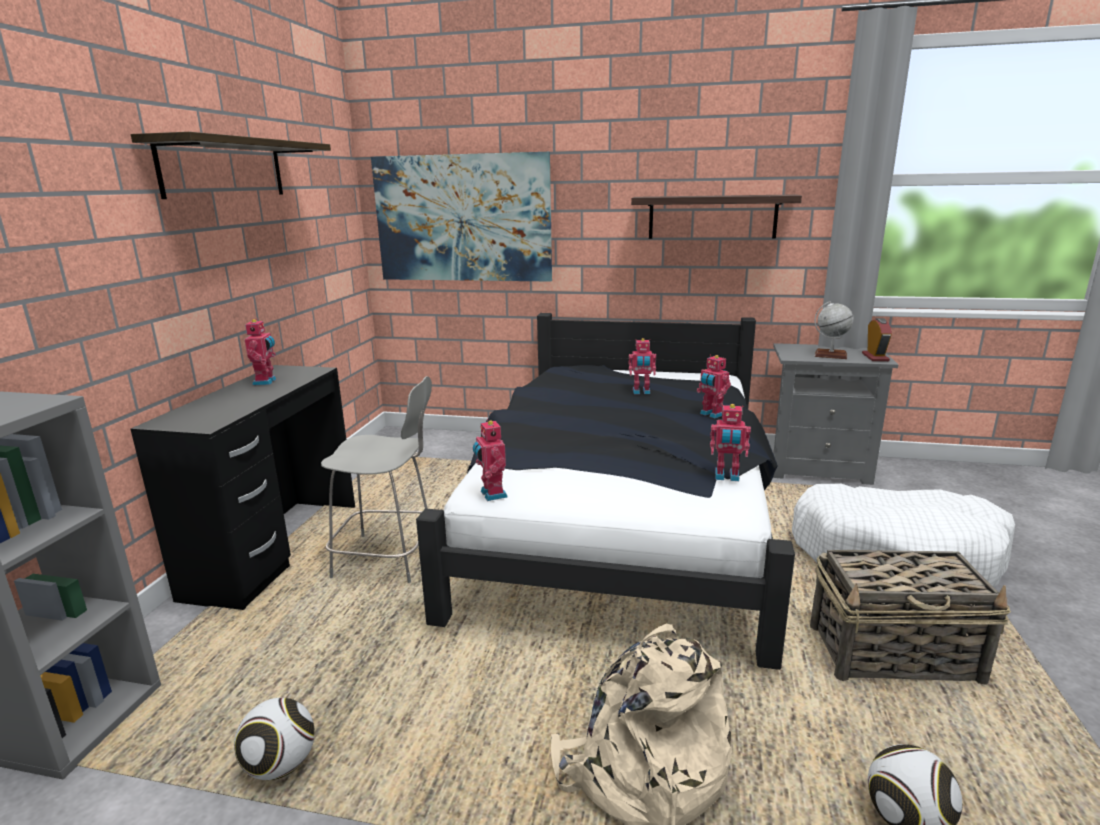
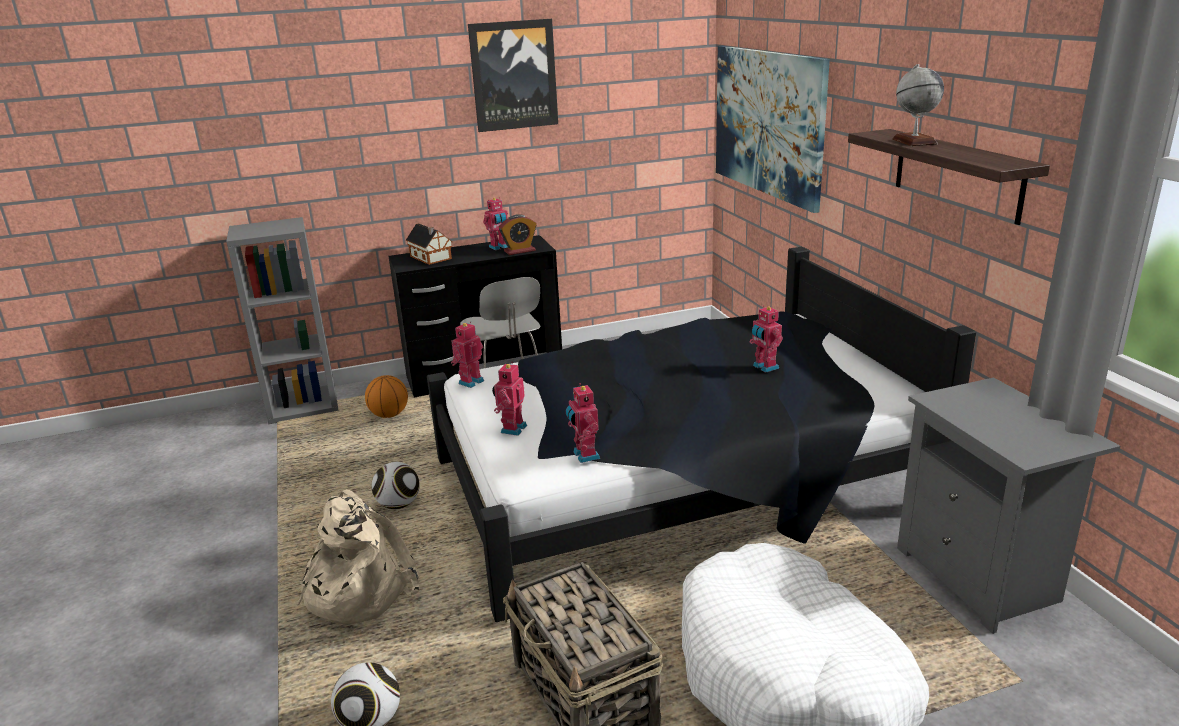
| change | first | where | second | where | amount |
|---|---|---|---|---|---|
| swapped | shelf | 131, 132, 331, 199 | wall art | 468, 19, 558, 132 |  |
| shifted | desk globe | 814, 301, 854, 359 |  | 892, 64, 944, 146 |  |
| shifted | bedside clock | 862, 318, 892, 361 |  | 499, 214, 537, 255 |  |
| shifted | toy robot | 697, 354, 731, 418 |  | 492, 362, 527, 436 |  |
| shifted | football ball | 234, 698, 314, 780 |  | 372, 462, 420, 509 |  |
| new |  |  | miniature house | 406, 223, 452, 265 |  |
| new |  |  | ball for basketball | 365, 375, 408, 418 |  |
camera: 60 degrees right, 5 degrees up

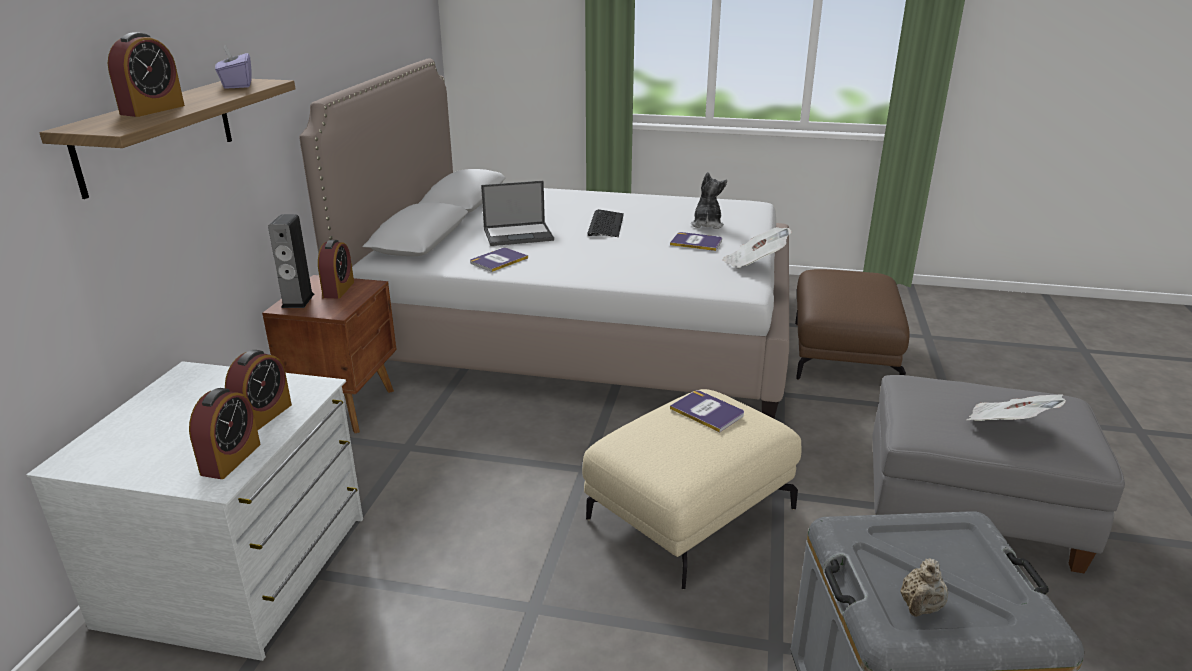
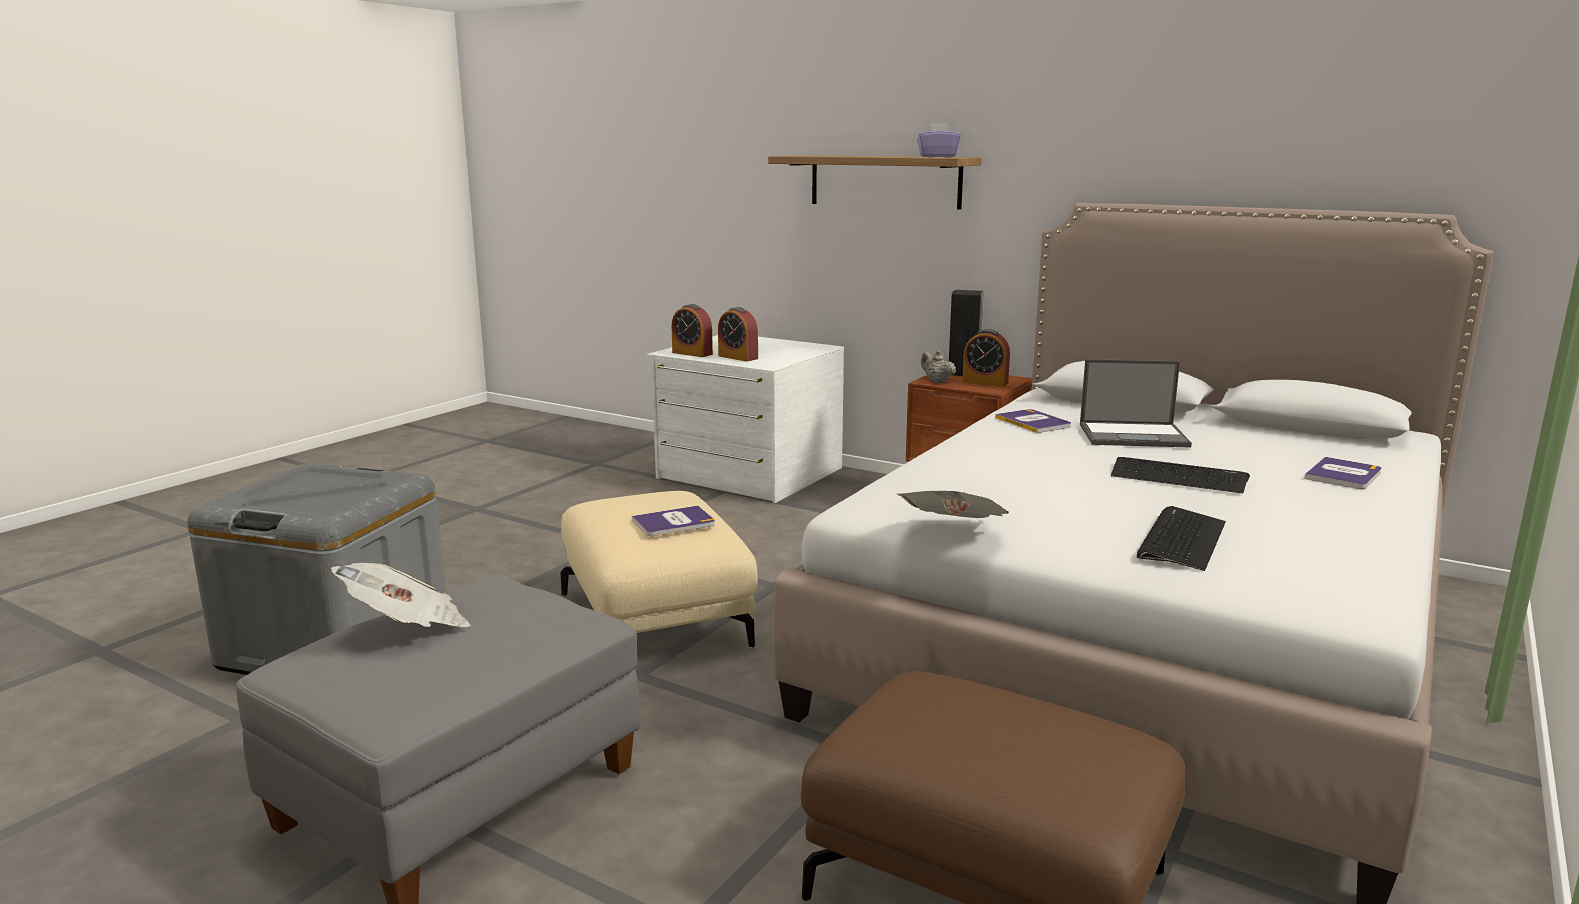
| change | first | where | second | where | amount |
|---|---|---|---|---|---|
| gone | bedside clock | 108, 33, 185, 117 |  |  |  |
| swapped | soft toy | 691, 172, 727, 229 | PC keyboard | 1137, 506, 1226, 571 |  |
| rotated | laptop | 481, 181, 554, 246 |  | 1080, 359, 1192, 448 | 90 degrees counterclockwise |
| shifted | bound book | 670, 232, 722, 251 |  | 1304, 457, 1381, 489 |  |
| shifted | sand-coloured tea pot | 900, 558, 948, 617 |  | 921, 350, 956, 383 |  |
camera: 110 degrees right, 10 degrees down

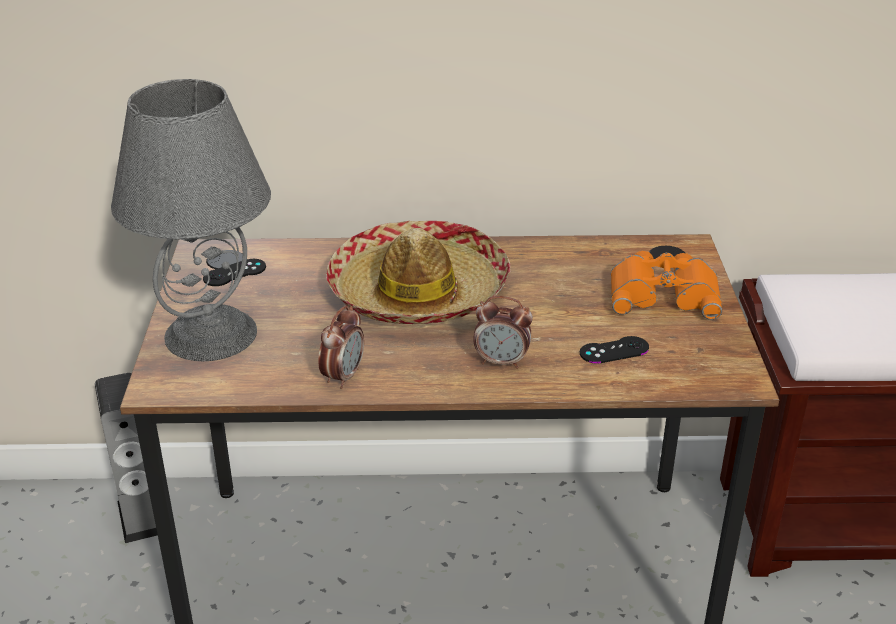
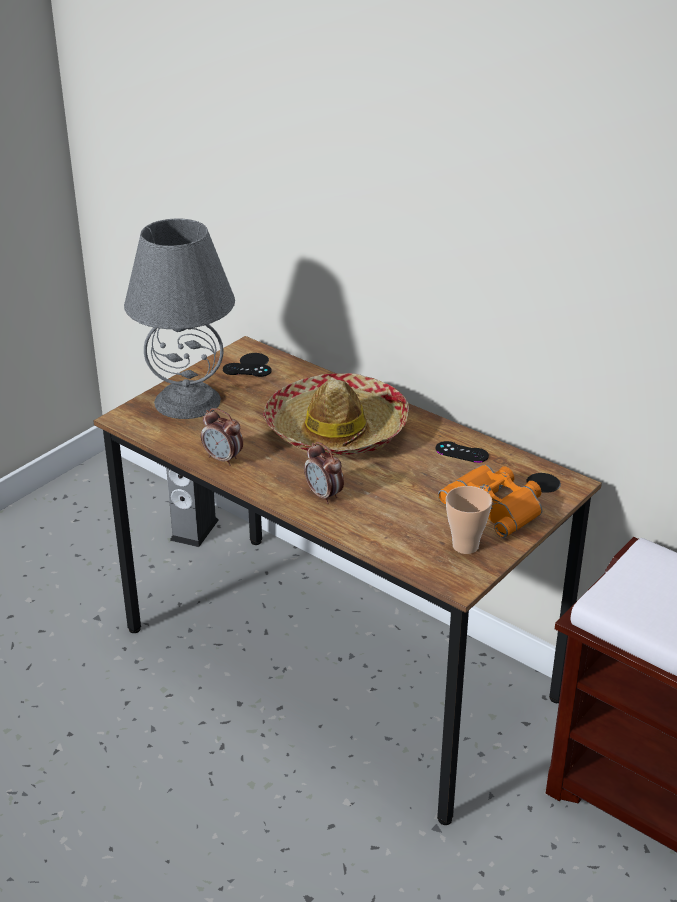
| change | first | where | second | where | amount |
|---|---|---|---|---|---|
| rotated | bedside clock | 318, 305, 364, 389 |  | 201, 408, 243, 466 | 60 degrees clockwise |
| shifted | blackish gamepad | 580, 336, 649, 364 |  | 436, 441, 489, 463 |  |
| new |  |  | cup | 446, 486, 492, 554 |  |
camera: 40 degrees right, 0 degrees up

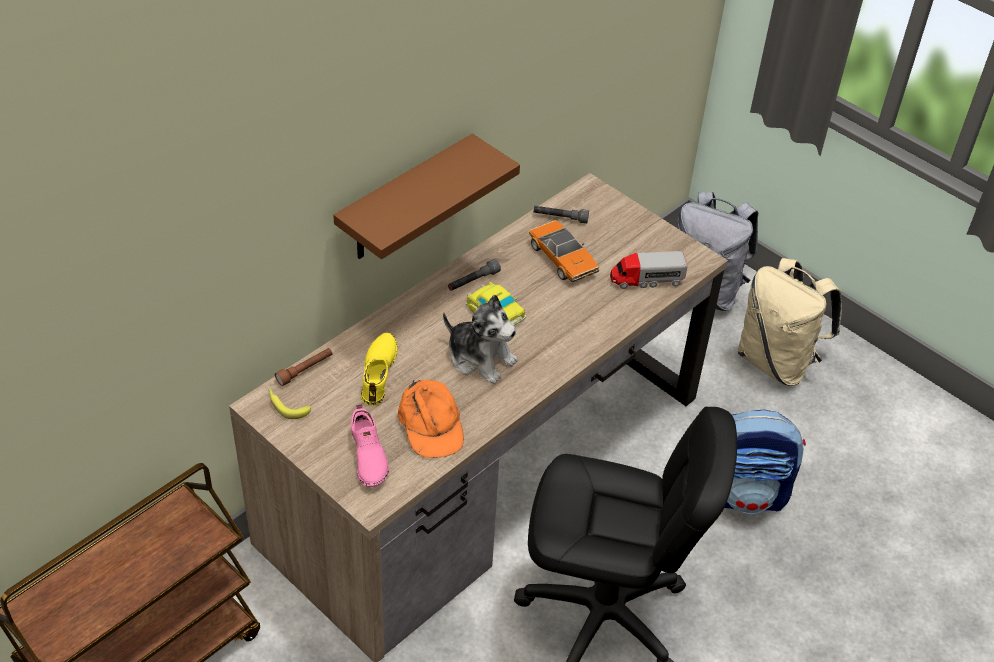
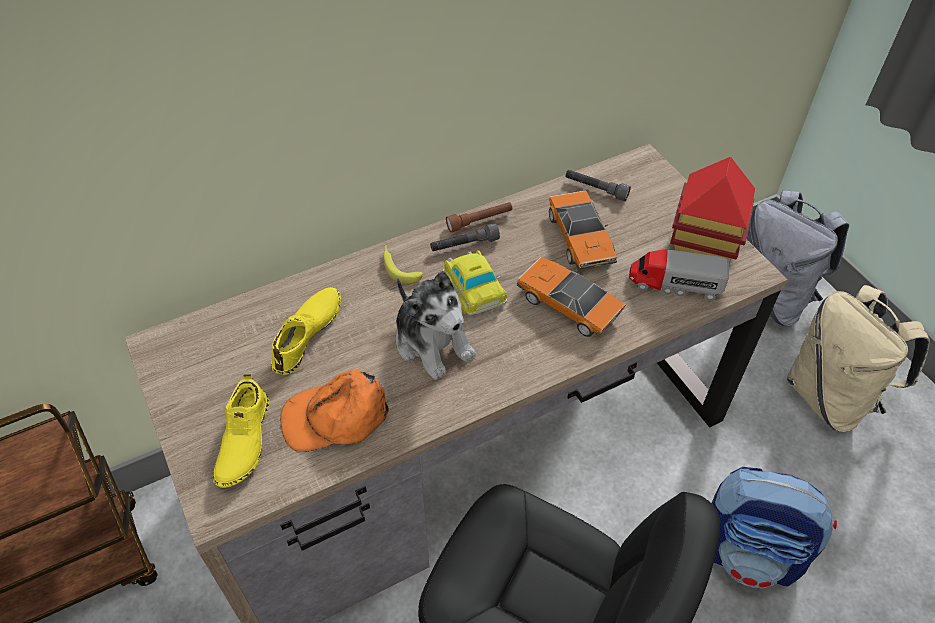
| change | first | where | second | where | amount |
|---|---|---|---|---|---|
| gone | brown shelf | 333, 134, 520, 259 |  |  |  |
| shifted | brown hand torch | 275, 348, 332, 386 |  | 446, 202, 512, 232 |  |
| rotated | orangey cap | 398, 380, 464, 458 |  | 280, 370, 389, 452 | 75 degrees clockwise |
| shifted | whole banana | 268, 389, 311, 419 |  | 383, 245, 423, 284 |  |
| repainted | pink item of footwear | 351, 404, 389, 487 | yellowish item of footwear | 213, 375, 269, 488 |  |
| new |  |  | miniature house | 670, 157, 755, 261 |  |
| new |  |  | miniature car | 517, 257, 626, 337 |  |
camera: 20 degrees right, 5 degrees up

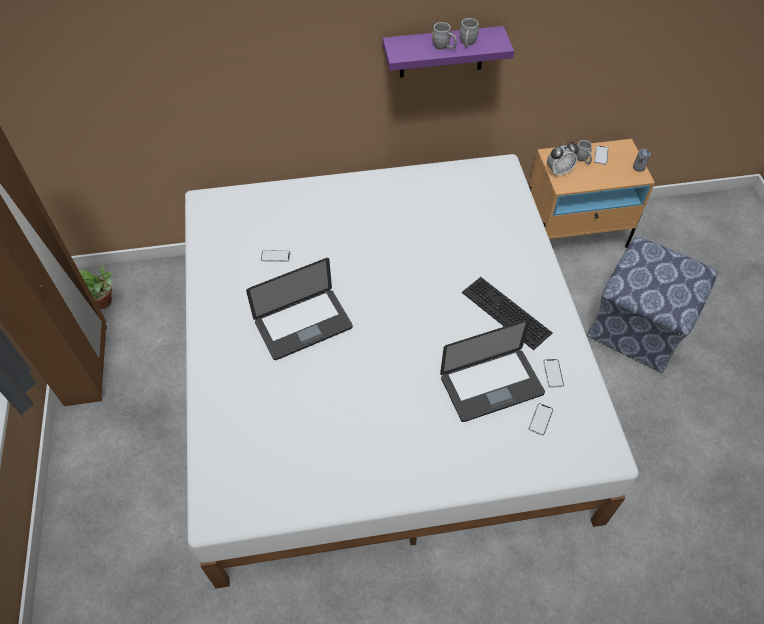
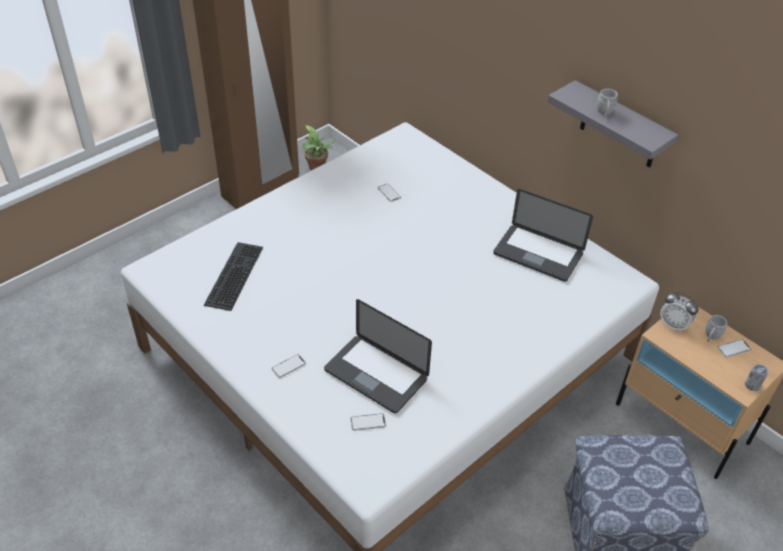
| change | first | where | second | where | amount |
|---|---|---|---|---|---|
| gone | greyish mug | 460, 18, 479, 48 |  |  |  |
| repainted | purple shelf | 383, 26, 514, 78 | greyish shelf | 548, 80, 678, 168 |  |
| shifted | laptop | 246, 258, 353, 360 |  | 493, 189, 593, 282 |  |
| shifted | PC keyboard | 462, 277, 553, 350 |  | 204, 242, 263, 311 |  |
| shifted | telephone | 543, 359, 564, 387 |  | 272, 354, 306, 378 |  |
camera: 55 degrees right, 10 degrees down

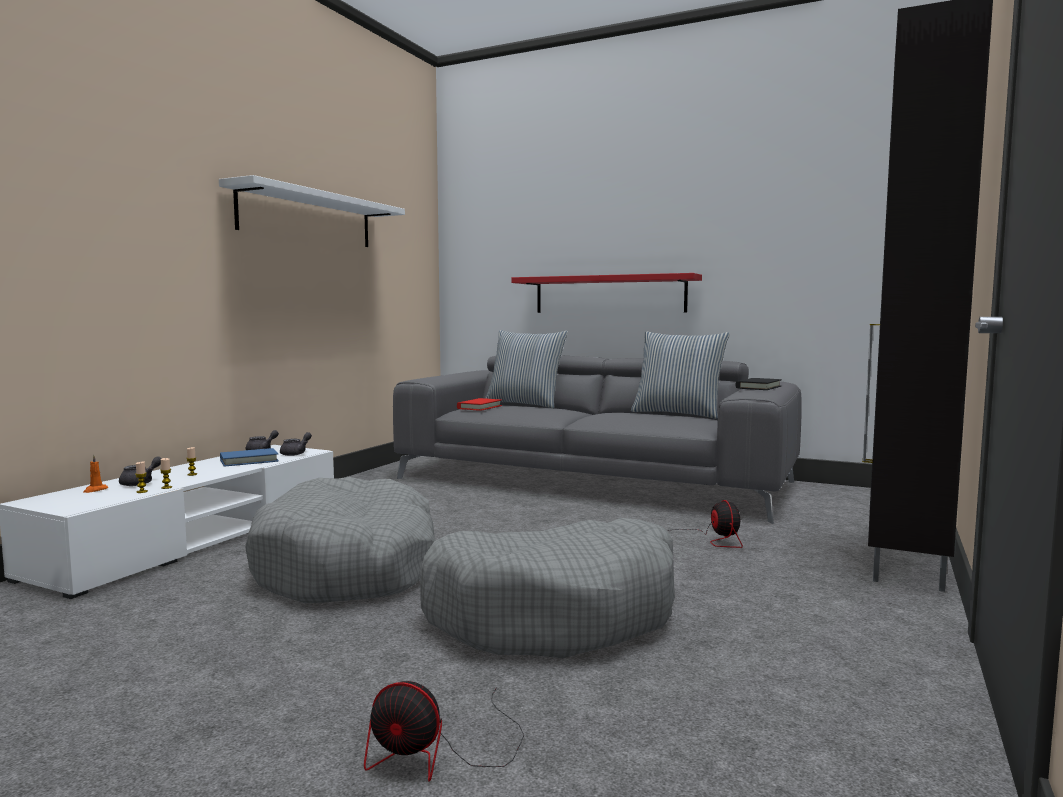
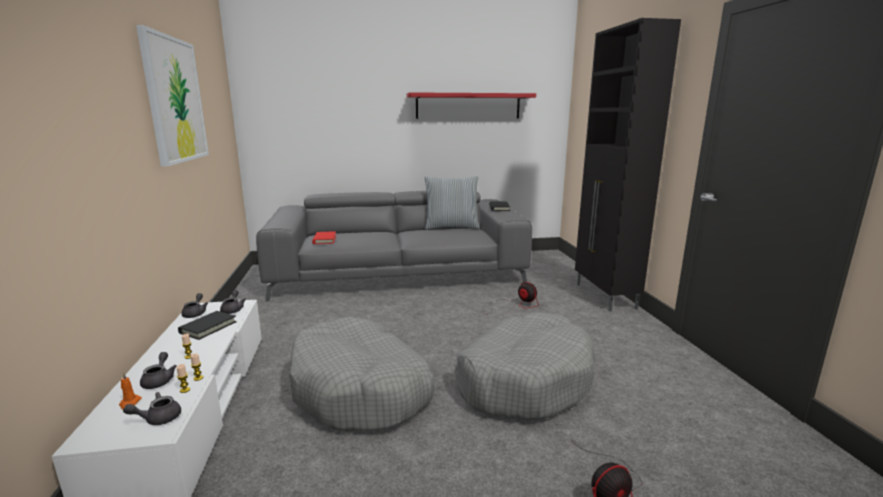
| change | first | where | second | where | amount |
|---|---|---|---|---|---|
| swapped | white-coloured shelf | 219, 175, 405, 247 | wall art | 136, 25, 209, 167 |  |
| shifted | red shelf | 511, 273, 702, 313 |  | 407, 92, 536, 119 |  |
| gone | pillow | 485, 330, 568, 409 |  |  |  |
| repainted | blue-coloured bound book | 220, 448, 279, 467 | blackish bound book | 178, 311, 237, 340 |  |
| new |  |  | greyish tea pot | 123, 392, 181, 425 |  |
camera: 35 degrees left, 10 degrees up

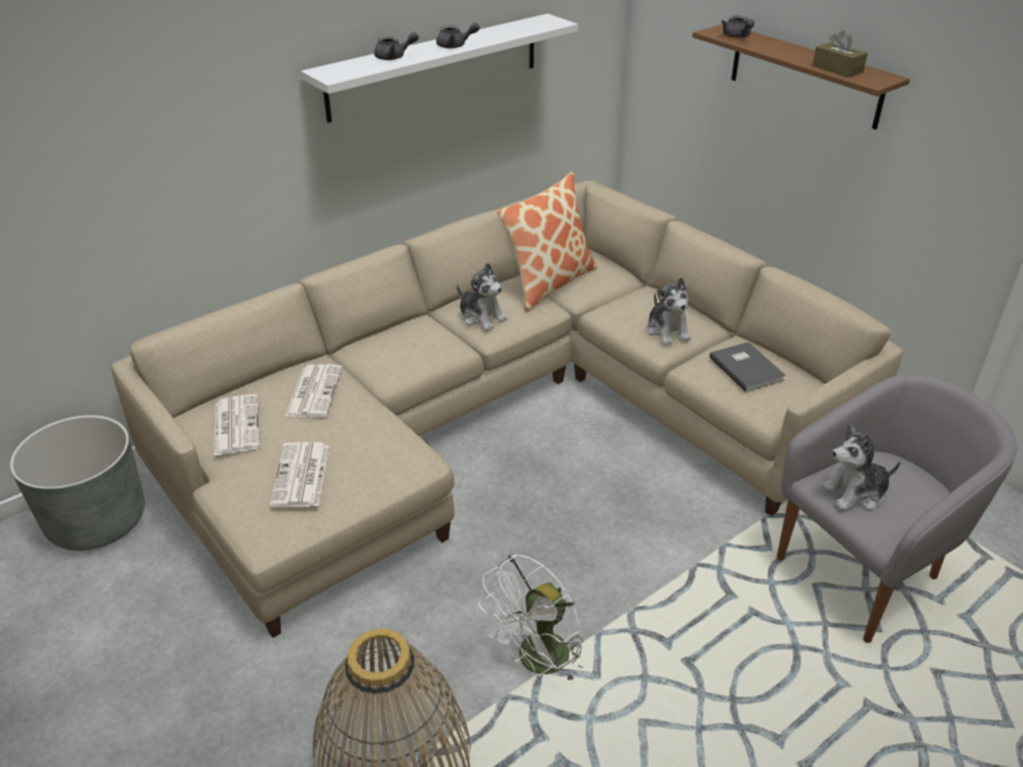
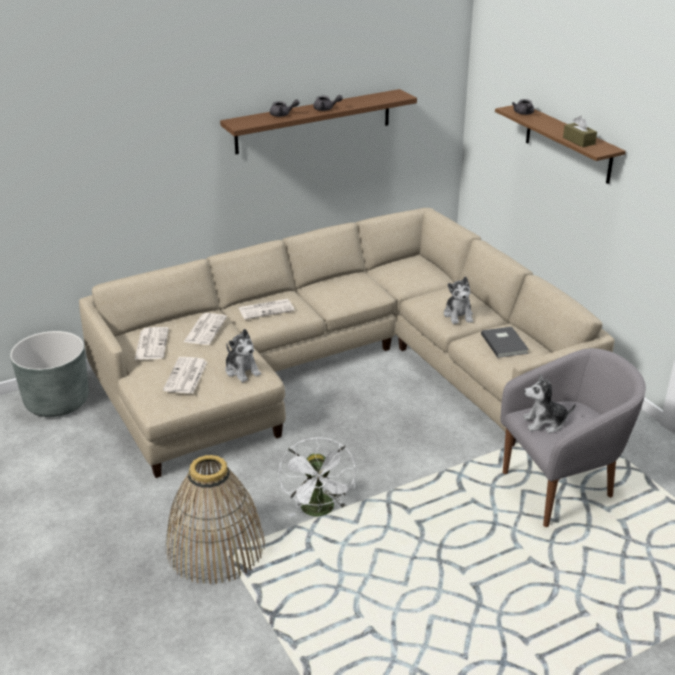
| change | first | where | second | where | amount |
|---|---|---|---|---|---|
| repainted | white-coloured shelf | 301, 14, 578, 123 | brown shelf | 220, 89, 417, 154 |  |
| gone | pillow | 497, 172, 597, 312 |  |  |  |
| shifted | soft toy | 457, 263, 507, 331 |  | 225, 329, 261, 382 |  |
| rotated | white-coloured electric fan | 478, 554, 583, 683 |  | 279, 437, 356, 517 | 60 degrees counterclockwise |
| new |  |  | daily paper | 239, 299, 295, 320 |  |
camera: 10 degrees right, 5 degrees down

